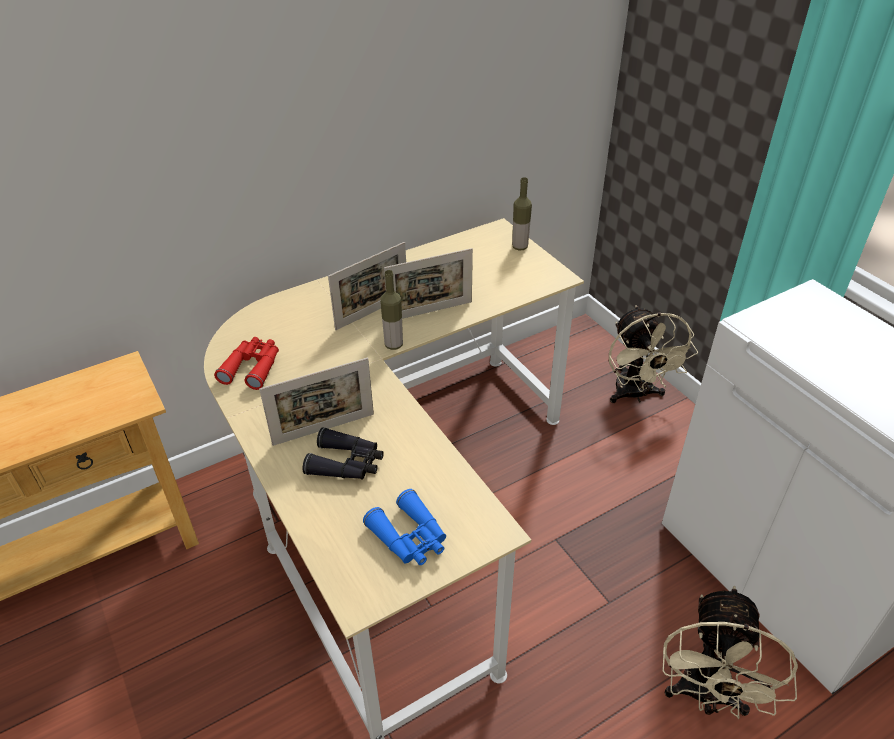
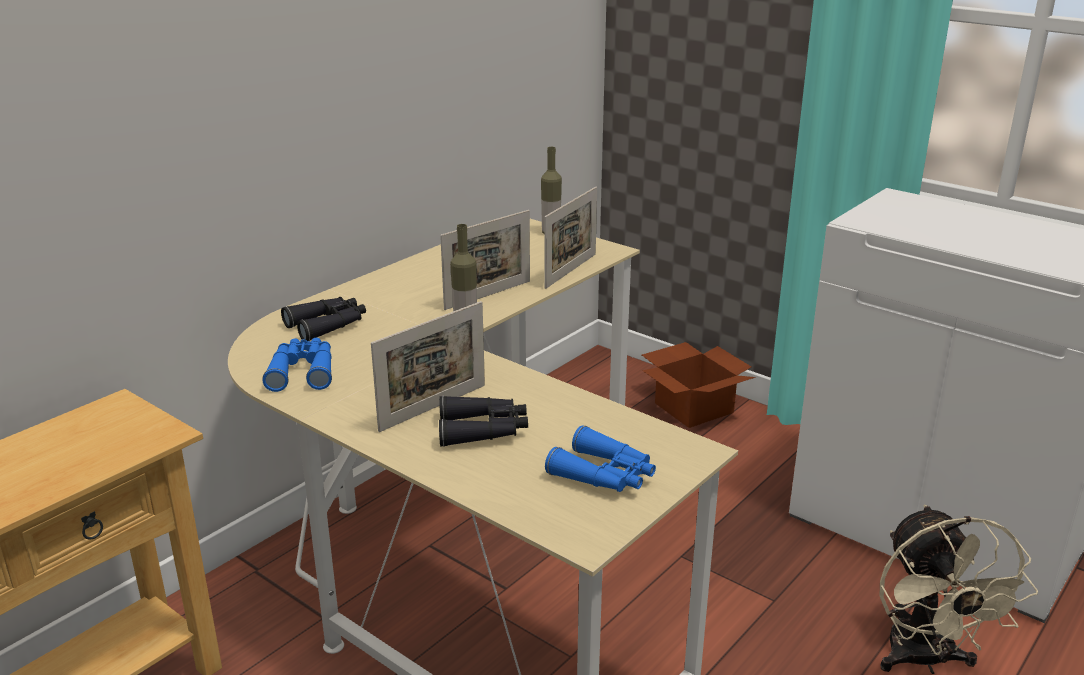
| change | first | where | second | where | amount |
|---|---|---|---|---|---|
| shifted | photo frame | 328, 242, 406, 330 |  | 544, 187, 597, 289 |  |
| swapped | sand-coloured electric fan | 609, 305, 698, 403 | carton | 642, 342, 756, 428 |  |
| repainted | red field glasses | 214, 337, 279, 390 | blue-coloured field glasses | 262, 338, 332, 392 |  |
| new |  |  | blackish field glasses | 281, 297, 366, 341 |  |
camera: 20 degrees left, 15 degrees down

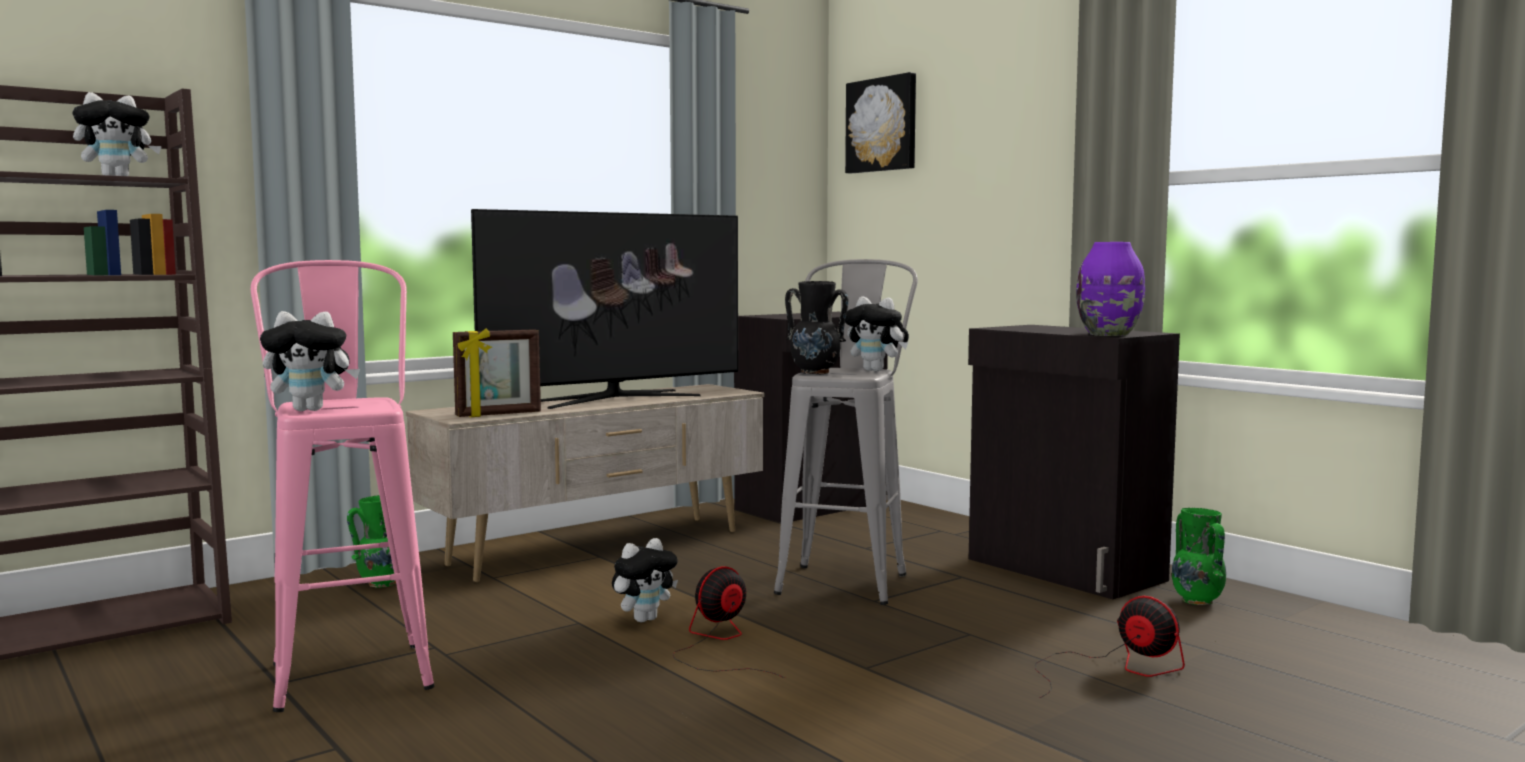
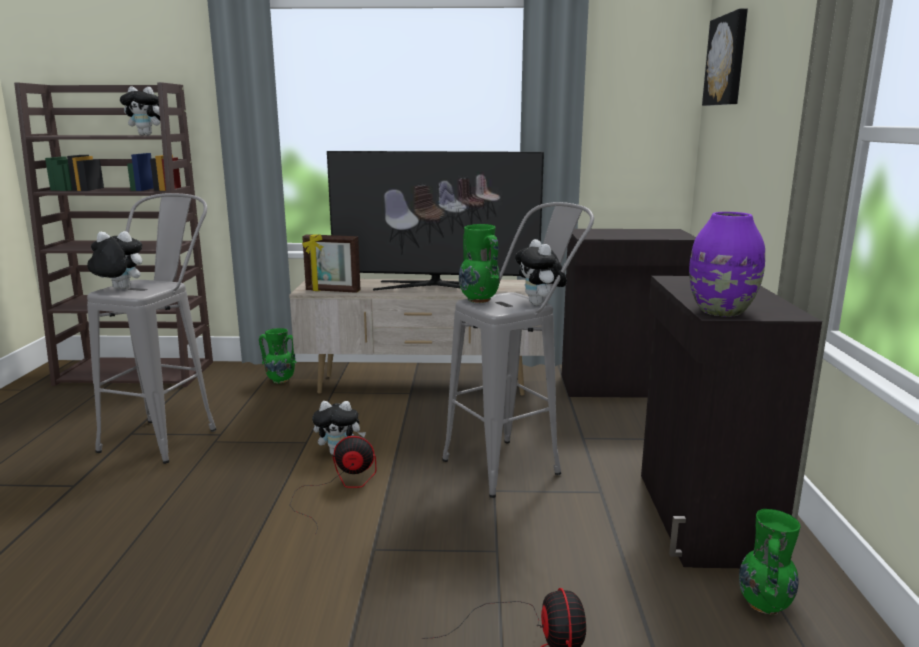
| change | first | where | second | where | amount |
|---|---|---|---|---|---|
| repainted | pink sitting stool | 251, 260, 434, 712 | greyish sitting stool | 87, 193, 216, 464 |  |
| repainted | blackish decorative vase | 785, 281, 848, 374 | green-coloured decorative vase | 459, 224, 500, 303 |  |
| rotated | soft toy | 260, 311, 360, 411 |  | 87, 231, 142, 289 | 150 degrees clockwise |
camera: 40 degrees right, 10 degrees up

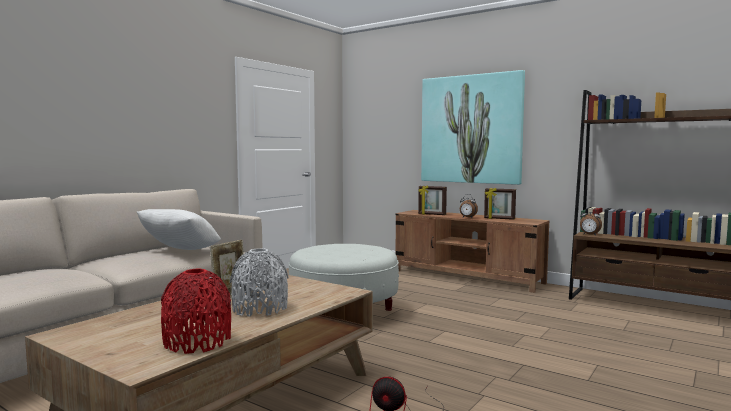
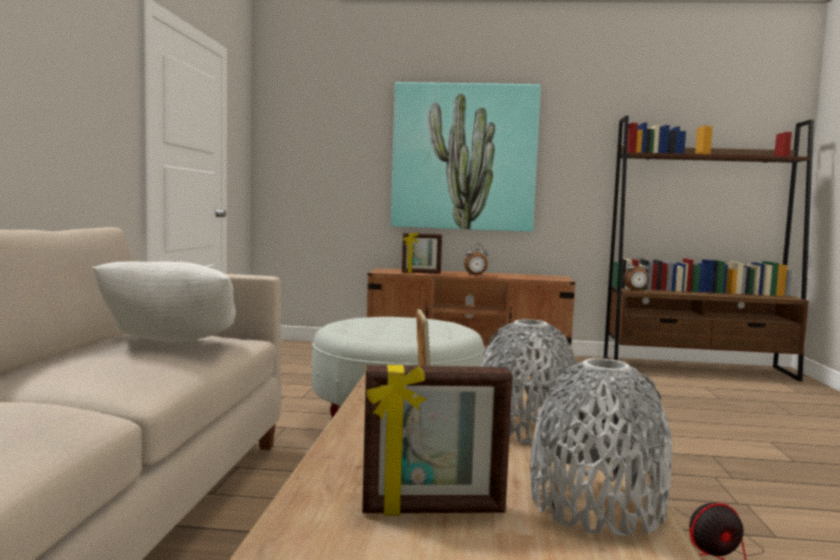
| change | first | where | second | where | amount |
|---|---|---|---|---|---|
| shifted | photo frame | 484, 188, 516, 220 |  | 362, 365, 513, 516 |  |
| repainted | red decorative vase | 161, 269, 231, 354 | greyish decorative vase | 530, 358, 672, 536 |  |
camera: 30 degrees left, 0 degrees up

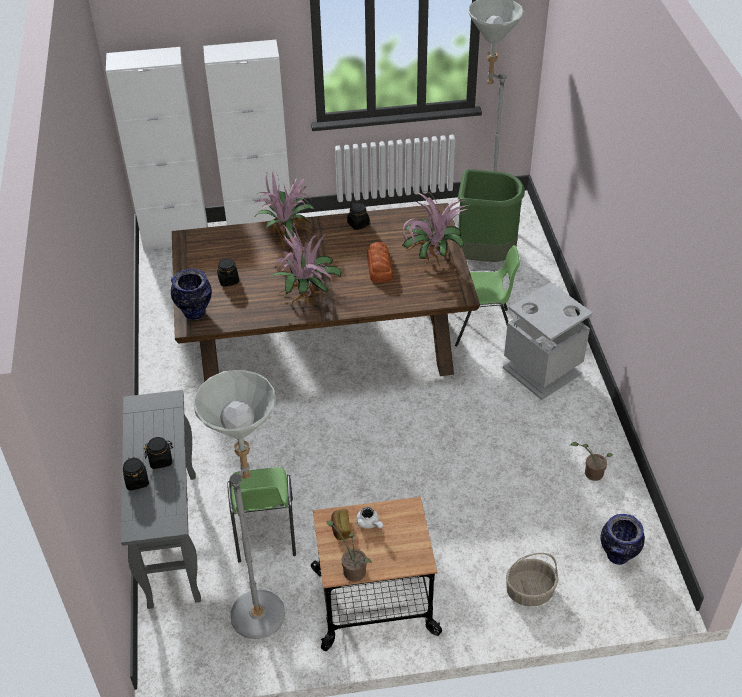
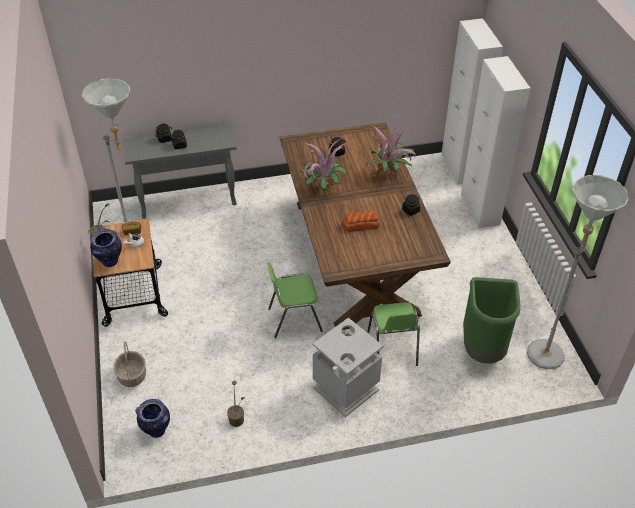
| change | first | where | second | where | amount |
|---|---|---|---|---|---|
| gone | houseplant | 402, 191, 468, 269 |  |  |  |
| shifted | decorative vase | 171, 269, 212, 320 |  | 90, 229, 122, 267 |  |
| shifted | green-coloured plain chair | 227, 467, 296, 563 |  | 267, 262, 323, 338 |  |
camera: 85 degrees right, 0 degrees up

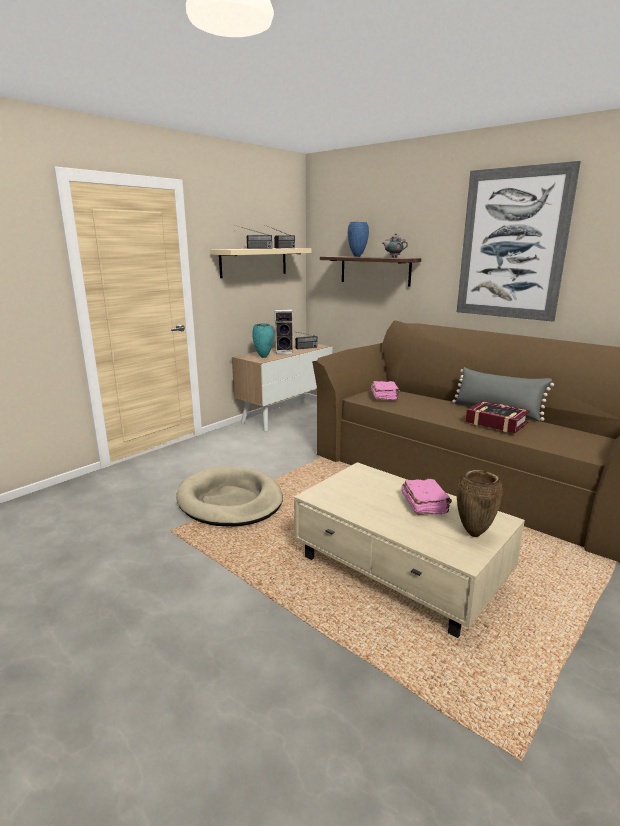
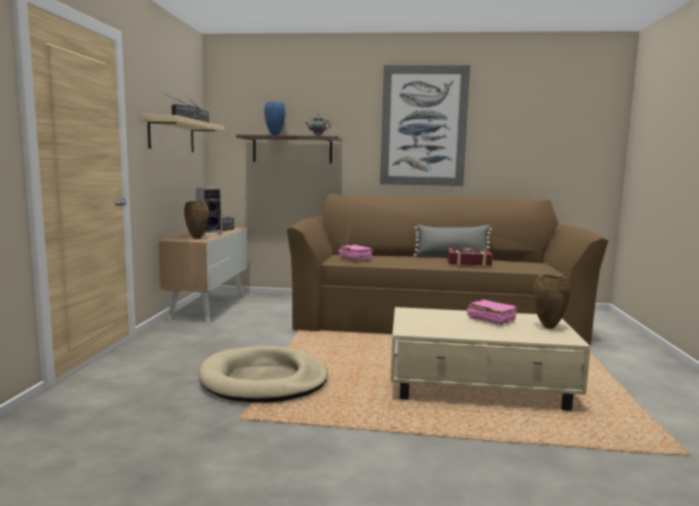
| change | first | where | second | where | amount |
|---|---|---|---|---|---|
| repainted | turquoise decorative vase | 252, 323, 274, 358 | brown decorative vase | 184, 201, 209, 239 |  |
camera: 35 degrees left, 10 degrees down

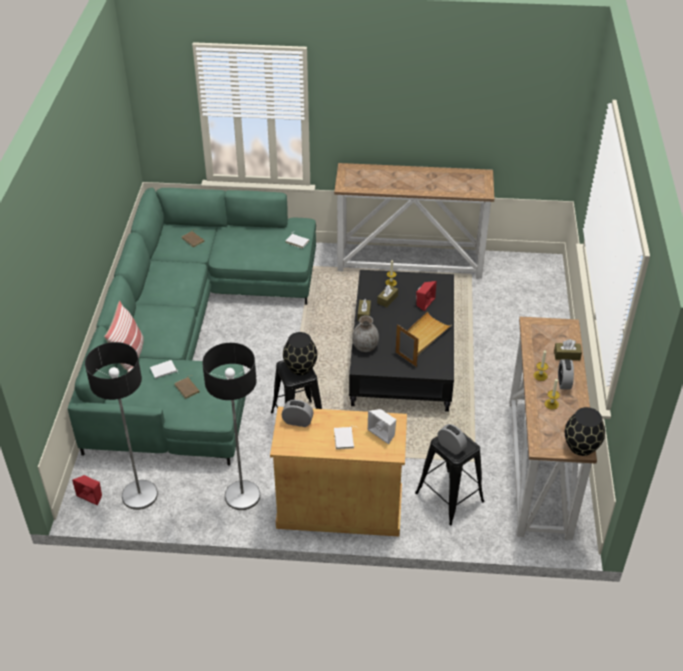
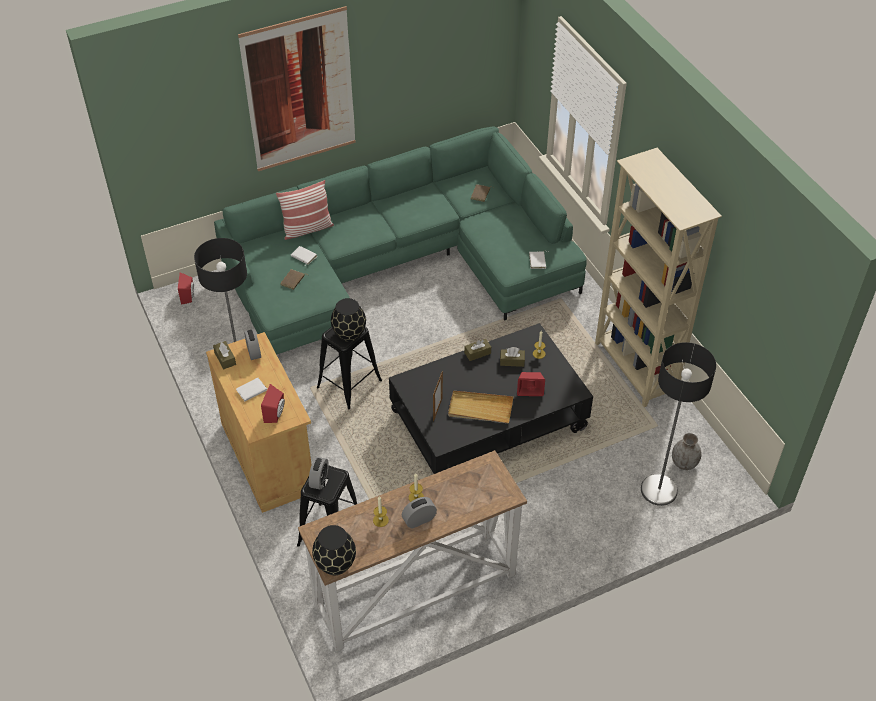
| change | first | where | second | where | amount |
|---|---|---|---|---|---|
| swapped | console table | 334, 163, 494, 279 | sand-coloured shelving unit | 595, 148, 722, 407 |  |
| shifted | greyish decorative vase | 352, 315, 379, 352 |  | 672, 433, 701, 470 |  |
| shifted | brown tissue holder | 554, 339, 582, 360 |  | 213, 341, 236, 369 |  |
| shifted | standing lamp | 85, 342, 158, 510 |  | 641, 342, 716, 506 |  |
| repainted | white-coloured loudspeaker | 368, 409, 396, 444 | red loudspeaker | 261, 384, 285, 423 |  |
| new |  |  | wall art | 238, 6, 356, 171 |  |
camera: 60 degrees right, 5 degrees up

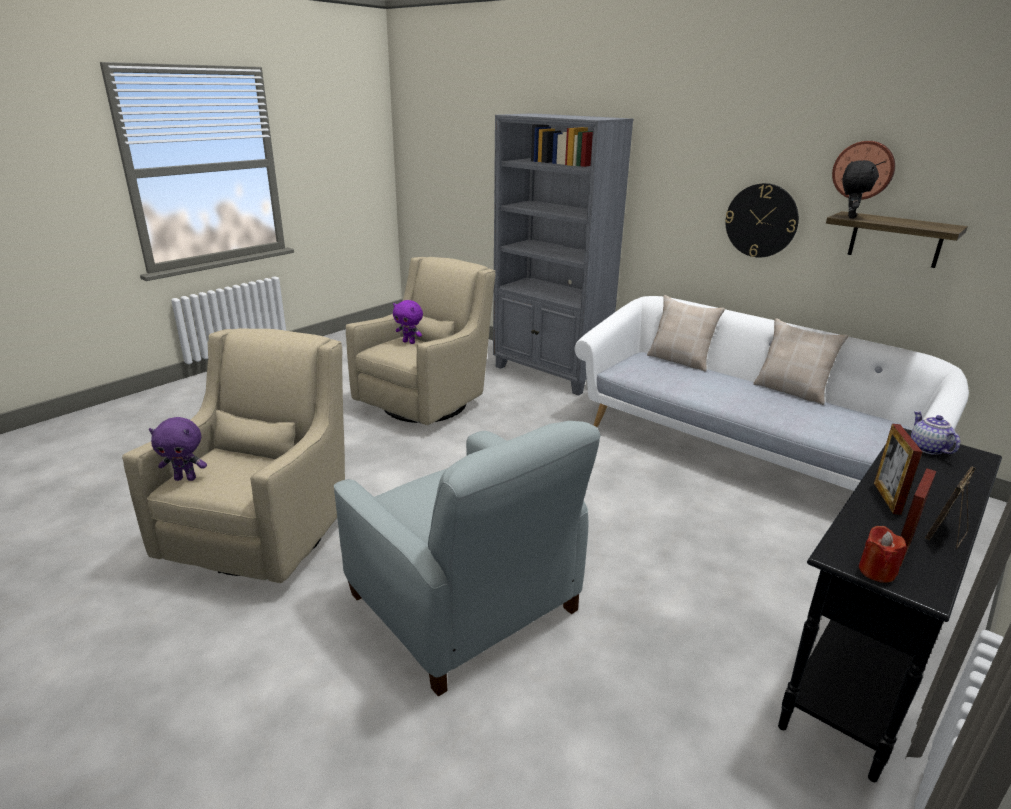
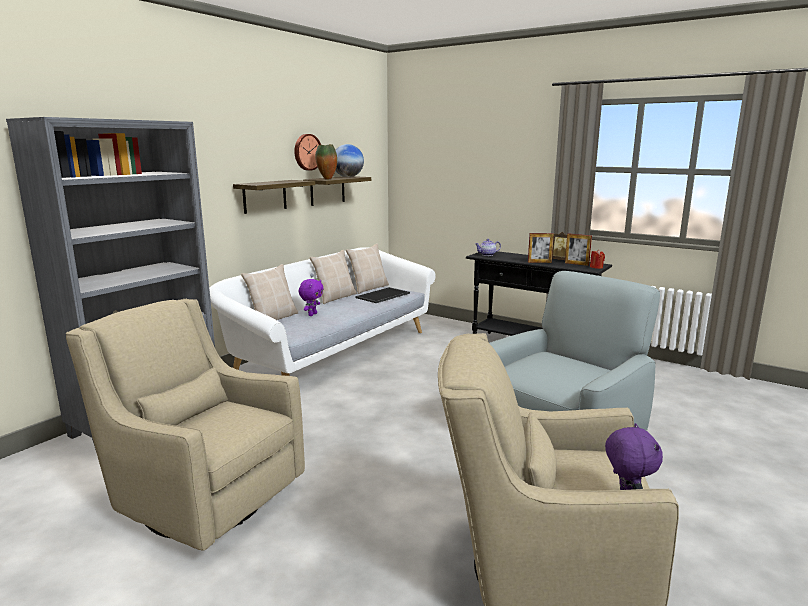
| change | first | where | second | where | amount |
|---|---|---|---|---|---|
| swapped | blackish soft toy | 842, 160, 879, 219 | decorative vase | 315, 144, 337, 180 |  |
| swapped | hanging clock | 725, 183, 799, 258 | shelf | 233, 180, 315, 214 |  |
| shifted | purple soft toy | 393, 300, 423, 344 |  | 299, 279, 324, 316 |  |
| new |  |  | desk globe | 335, 144, 364, 177 |  |
| new |  |  | sand-coloured pillow | 346, 244, 389, 294 |  |
| new |  |  | tray | 355, 287, 410, 303 |  |
camera: 95 degrees left, 10 degrees down

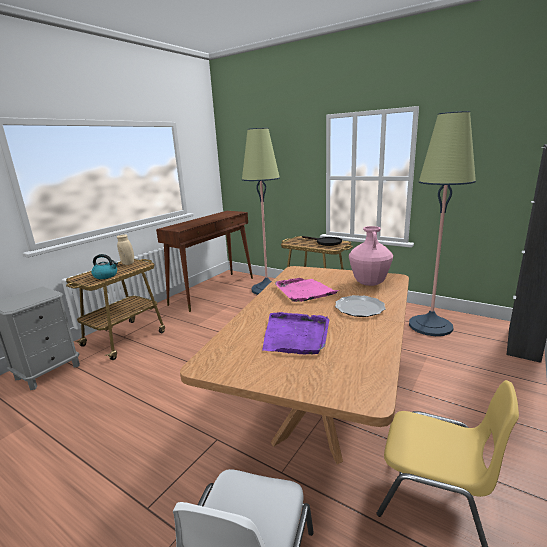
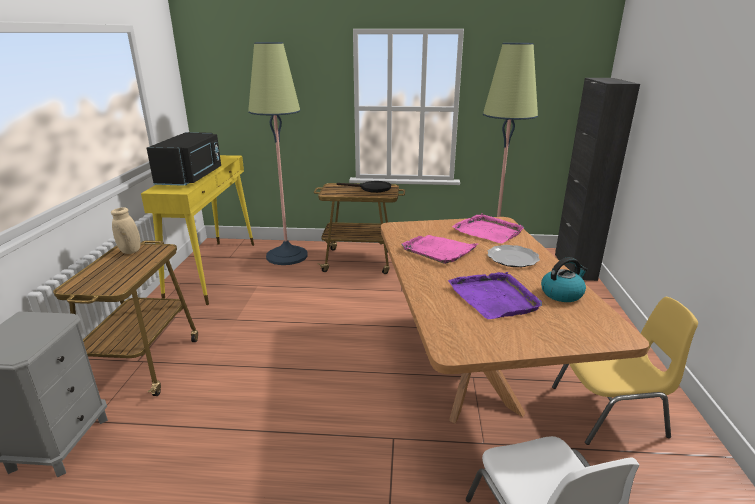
| change | first | where | second | where | amount |
|---|---|---|---|---|---|
| repainted | brown console table | 156, 211, 253, 312 | yellowish console table | 141, 155, 254, 305 |  |
| swapped | pink decorative vase | 349, 226, 393, 286 | pink tray | 452, 213, 524, 243 |  |
| shifted | kettle | 91, 254, 118, 279 |  | 541, 257, 588, 302 |  |
| new |  |  | blackish kitchen microwave | 147, 132, 221, 186 |  |
camera: 30 degrees left, 5 degrees up

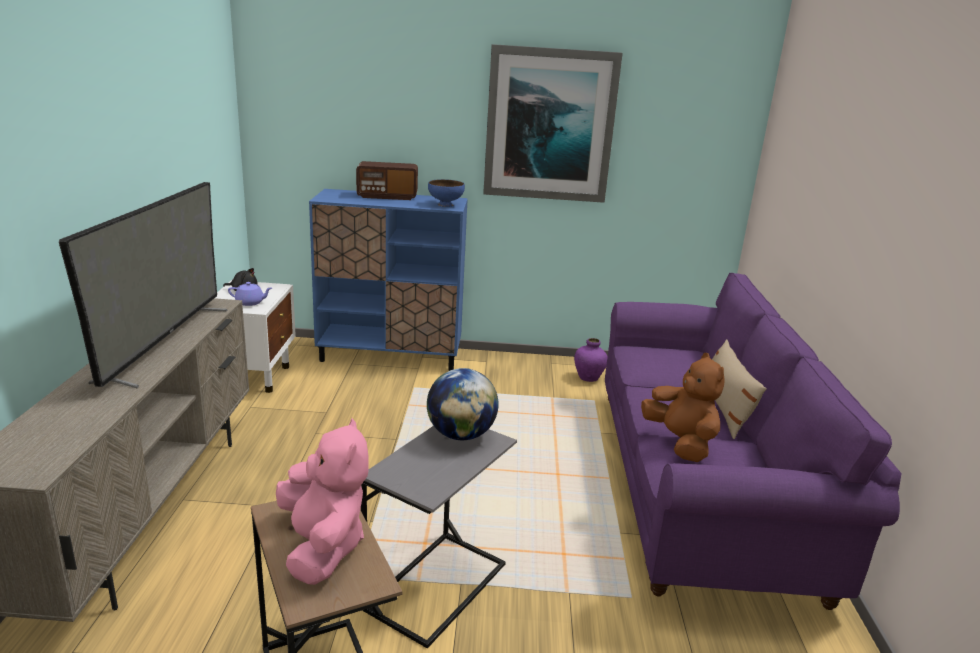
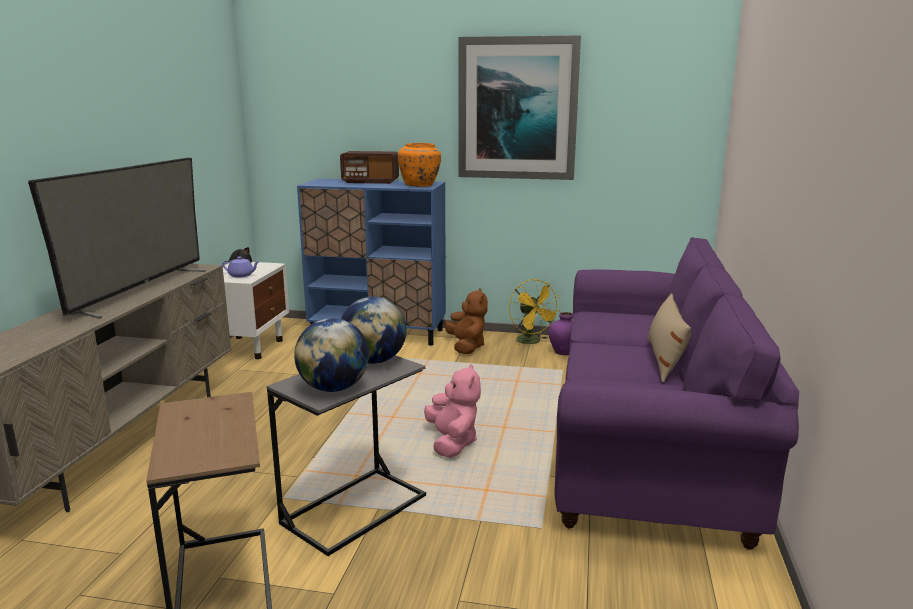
| change | first | where | second | where | amount |
|---|---|---|---|---|---|
| swapped | blue-coloured bowl | 428, 179, 465, 207 | orangey decorative vase | 398, 143, 441, 187 |  |
| shifted | brown soft toy | 641, 353, 725, 462 |  | 445, 288, 488, 354 |  |
| shifted | pink soft toy | 276, 418, 369, 585 |  | 424, 364, 481, 458 |  |
| new |  |  | yellowish electric fan | 509, 279, 561, 346 |  |
| new |  |  | desk globe | 294, 318, 369, 392 |  |
camera: 10 degrees right, 5 degrees down

